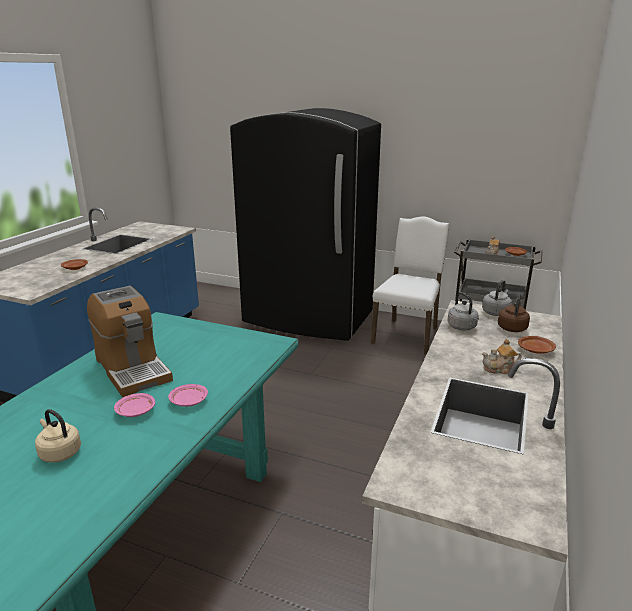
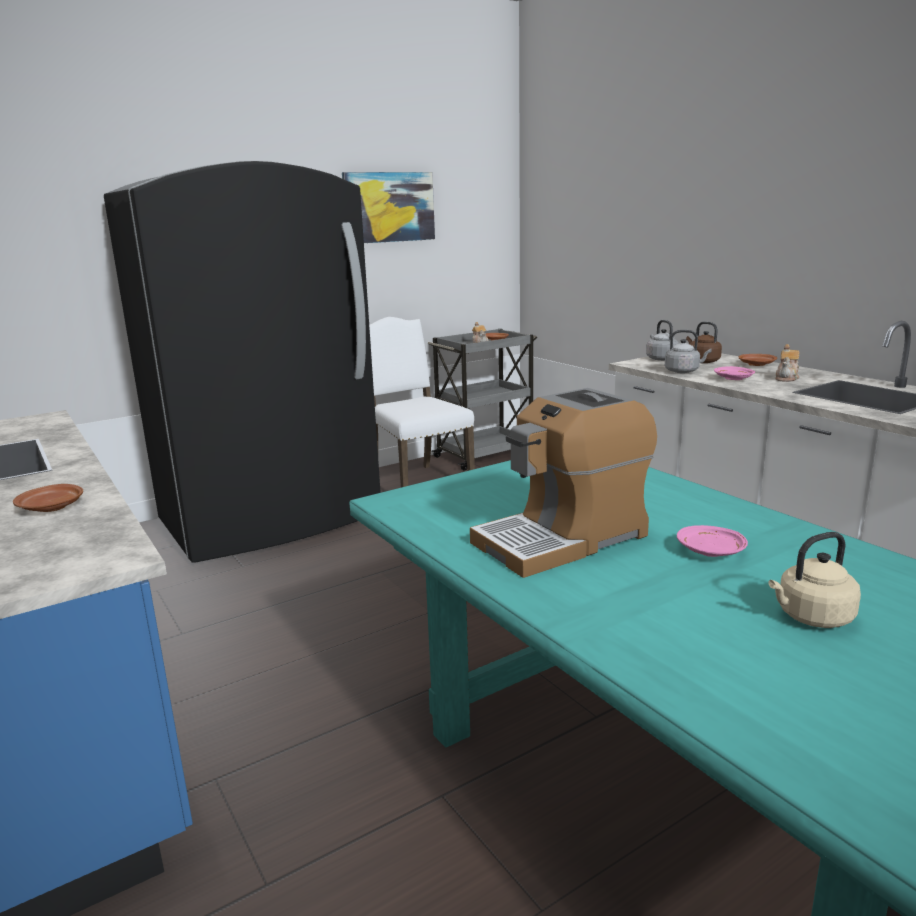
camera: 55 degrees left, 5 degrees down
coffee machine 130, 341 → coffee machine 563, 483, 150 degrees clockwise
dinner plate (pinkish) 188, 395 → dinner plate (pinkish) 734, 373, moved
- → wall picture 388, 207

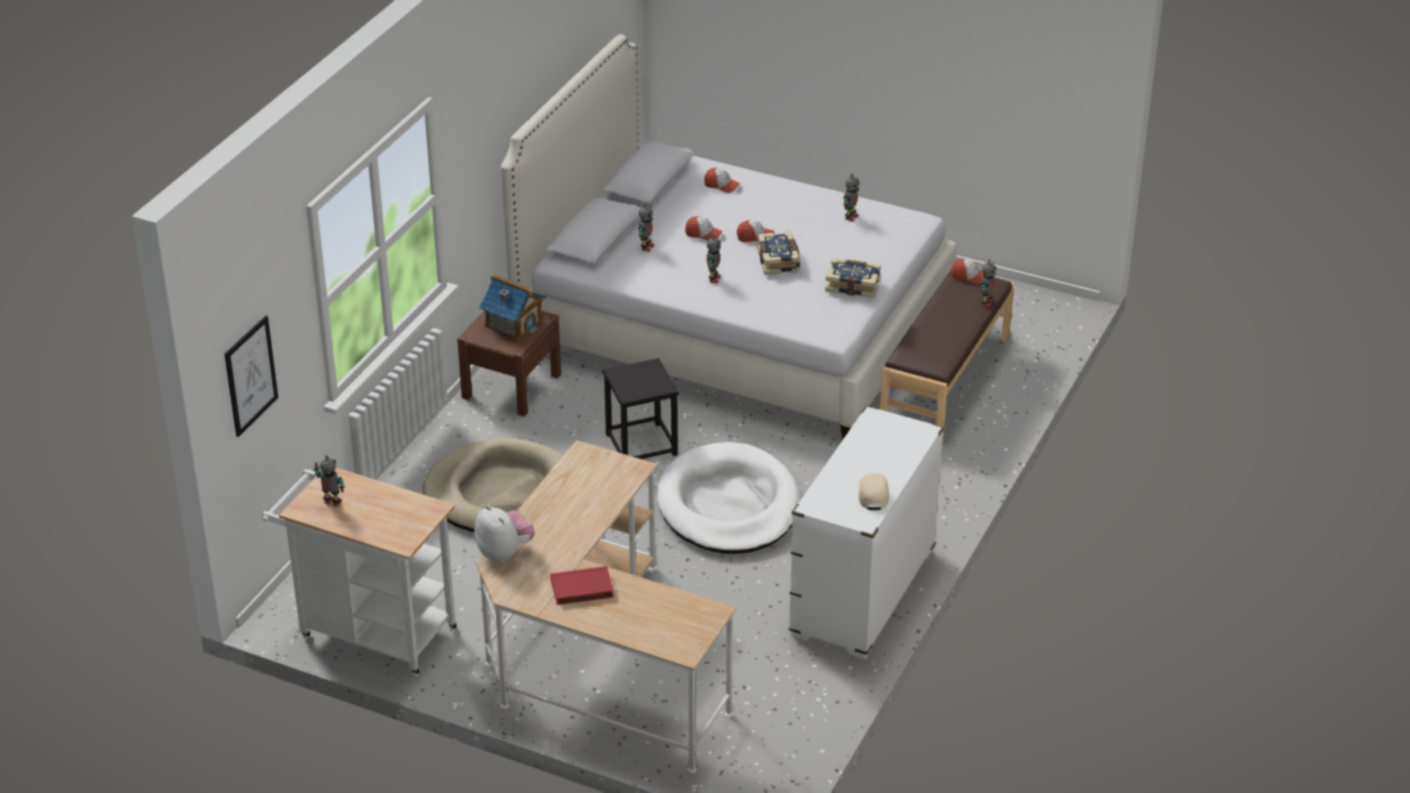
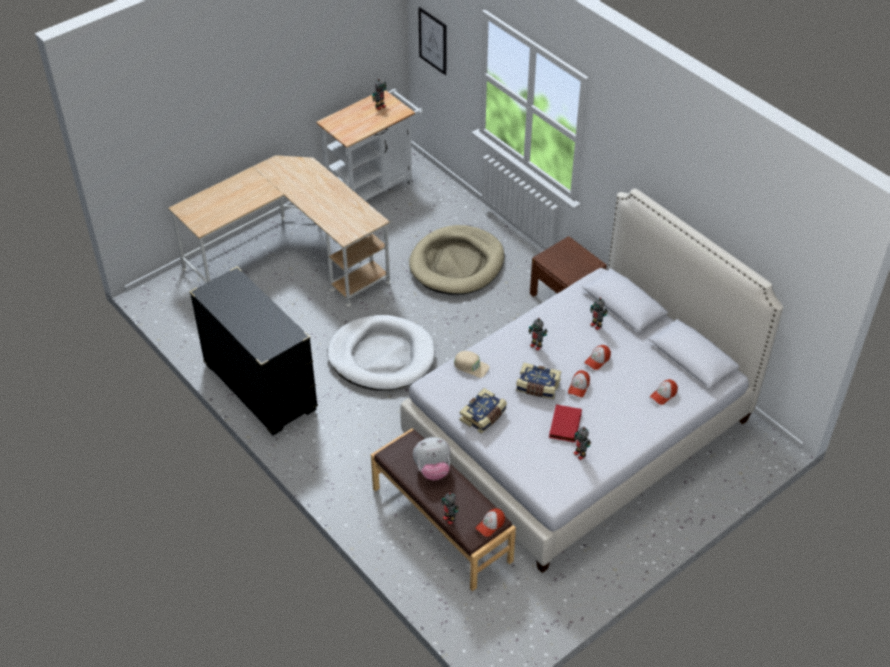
camera: 115 degrees right, 10 degrees up
miniature house 512, 307 → -
stool seat (black-coloured) 641, 408 → -
dresser (whitish) 866, 532 → dresser (black-coloured) 253, 351
baseball cap (sand-coloured) 874, 491 → baseball cap (sand-coloured) 472, 364, moved
plush toy 504, 534 → plush toy 432, 459, moved
book (red) 582, 585 → book (red) 565, 423, moved

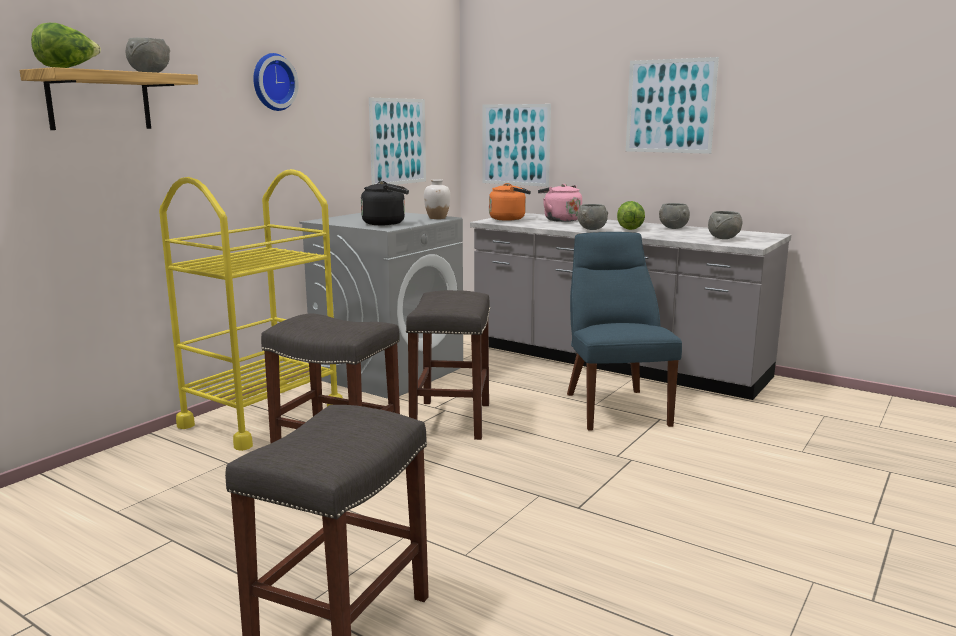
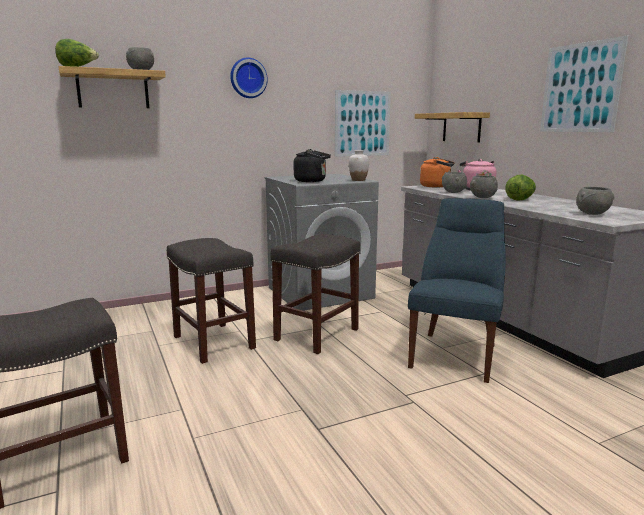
camera: 30 degrees right, 0 degrees up
wall picture 516, 145 → bracket shelf 452, 127
wheeled cart (yellowish) 251, 310 → -
deep dish (gray) 674, 216 → deep dish (gray) 454, 182, moved

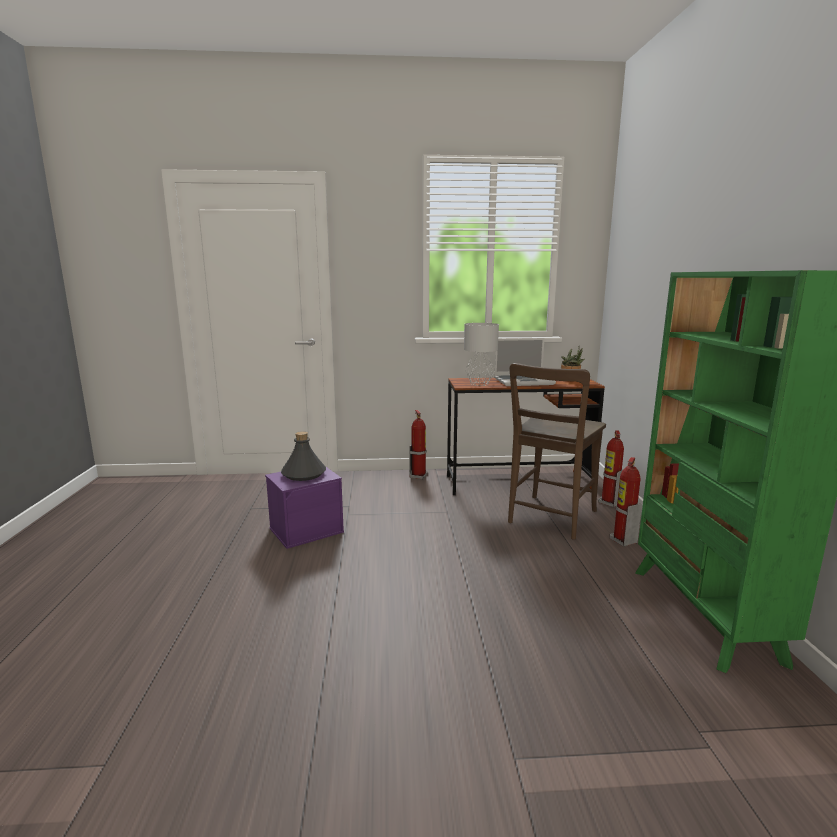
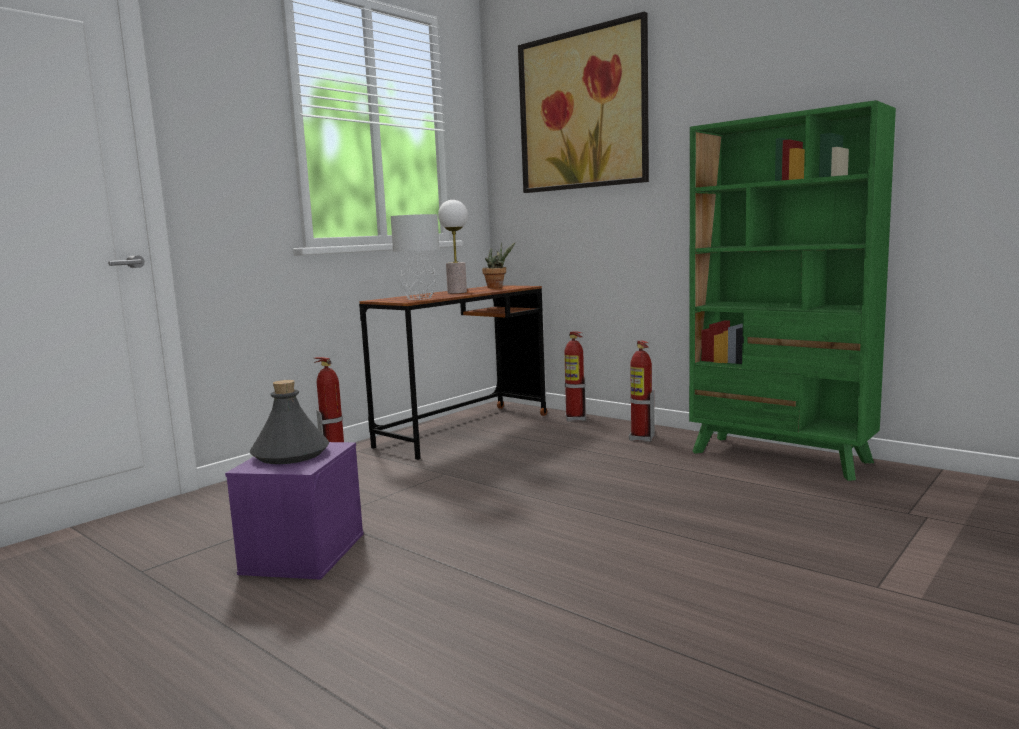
camera: 45 degrees left, 5 degrees down
portable computer 525, 362 → lamp for a table 453, 247
upright chair (brown) 557, 451 → -
- → wall picture 583, 102

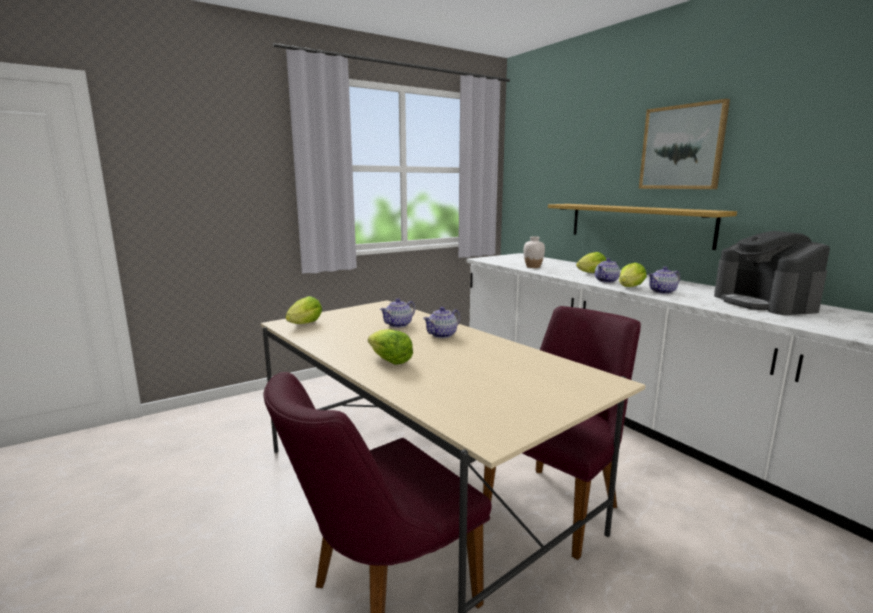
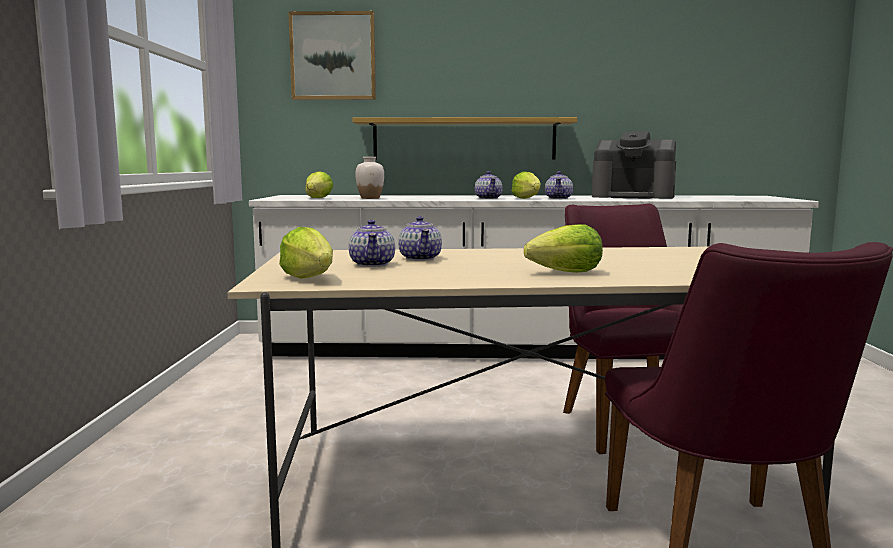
camera: 55 degrees left, 5 degrees down
wall picture 684, 144 → wall picture 332, 55, moved
lettuce 591, 262 → lettuce 319, 184, moved
pot for tea 441, 322 → pot for tea 372, 243, moved

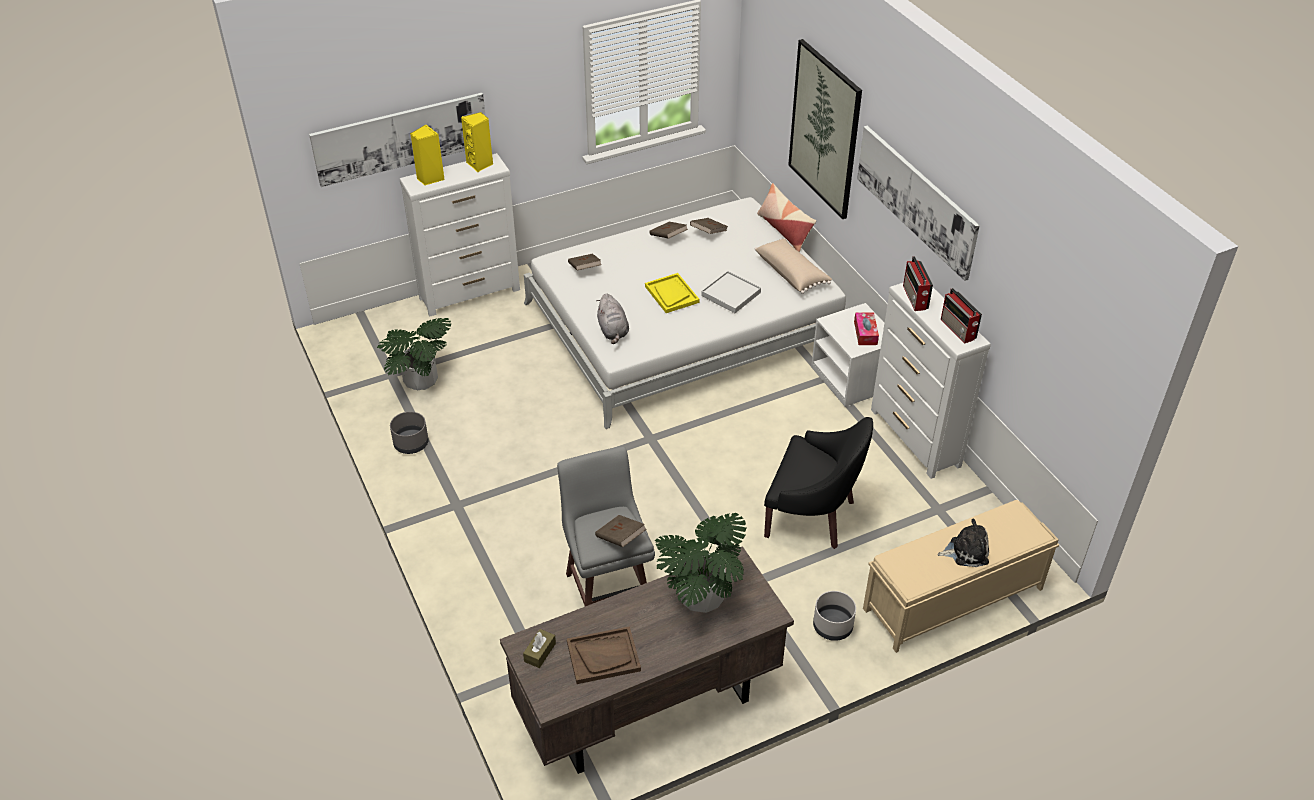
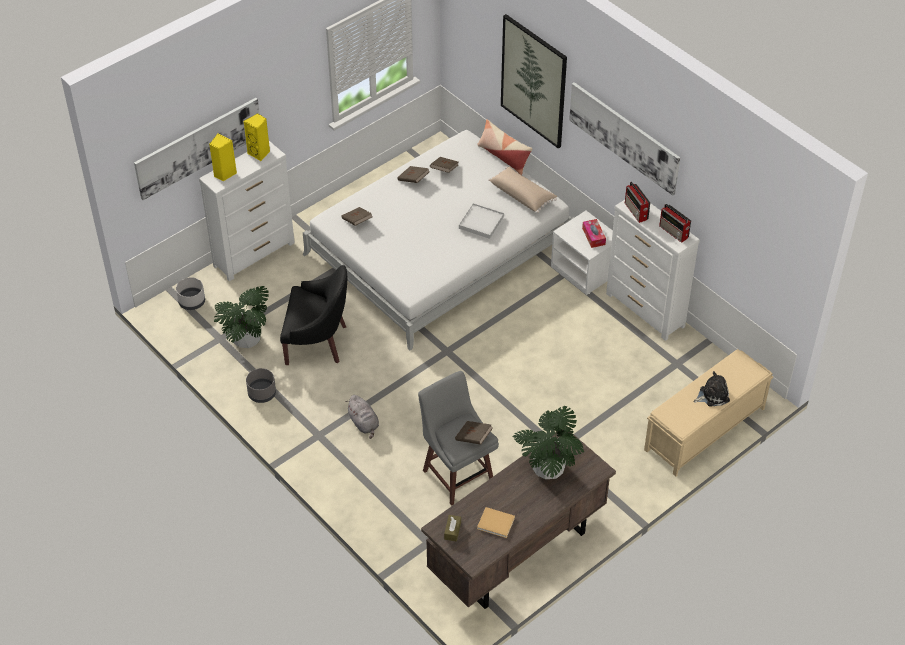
camera: 15 degrees left, 5 degrees up
tray (yellowish) 672, 293 → -
plush toy (gray) 612, 318 → plush toy (gray) 362, 417, moved
armchair (black-coloured) 818, 483 → armchair (black-coloured) 313, 315, moved
plant pot (gray) 834, 616 → plant pot (gray) 190, 293, moved
tray (brown) 604, 655 → book (sand-coloured) 496, 522

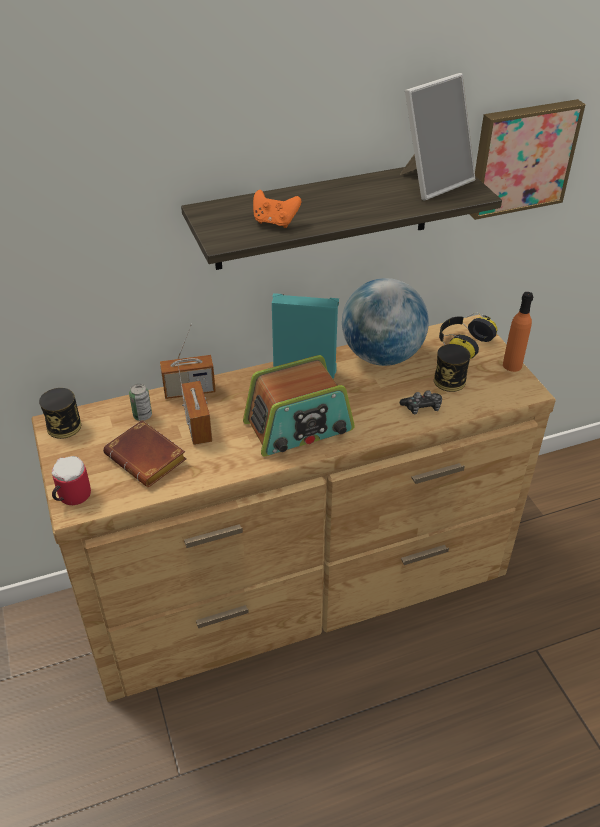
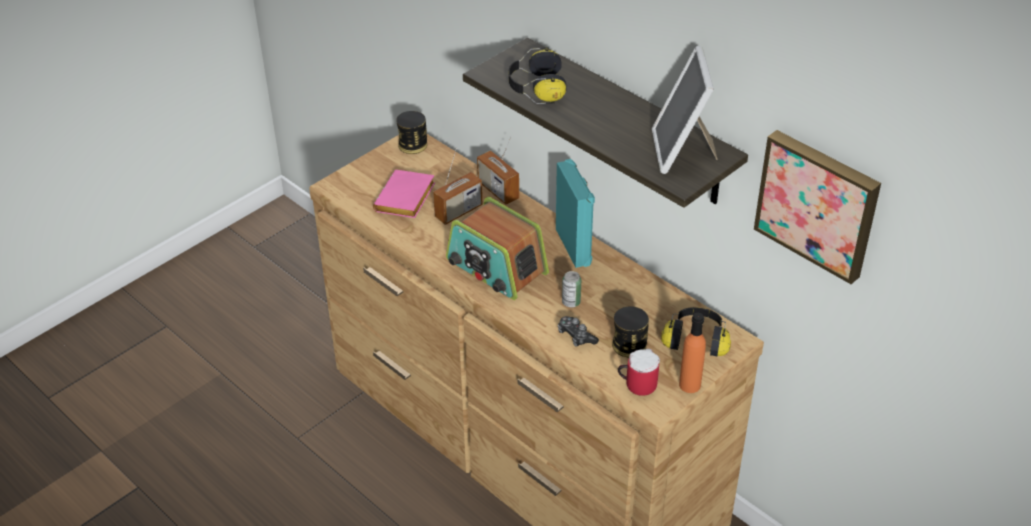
camera: 65 degrees right, 0 degrees up
picture frame 437, 137 → picture frame 685, 110, 60 degrees clockwise
game controller (orangey) 277, 209 → headset 538, 75
world globe 385, 322 → -
can 140, 402 → can 571, 289, moved
book (brown) 145, 453 → book (pinkish) 404, 194
tea mug 71, 480 → tea mug 639, 372, moved

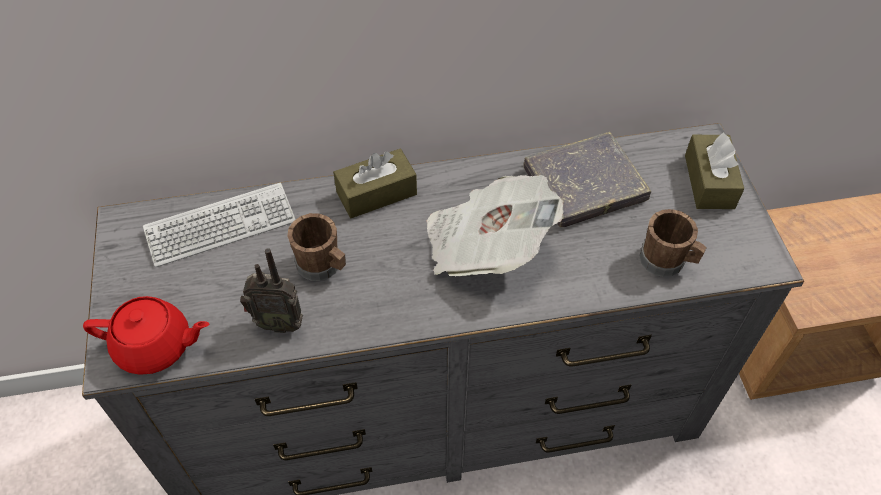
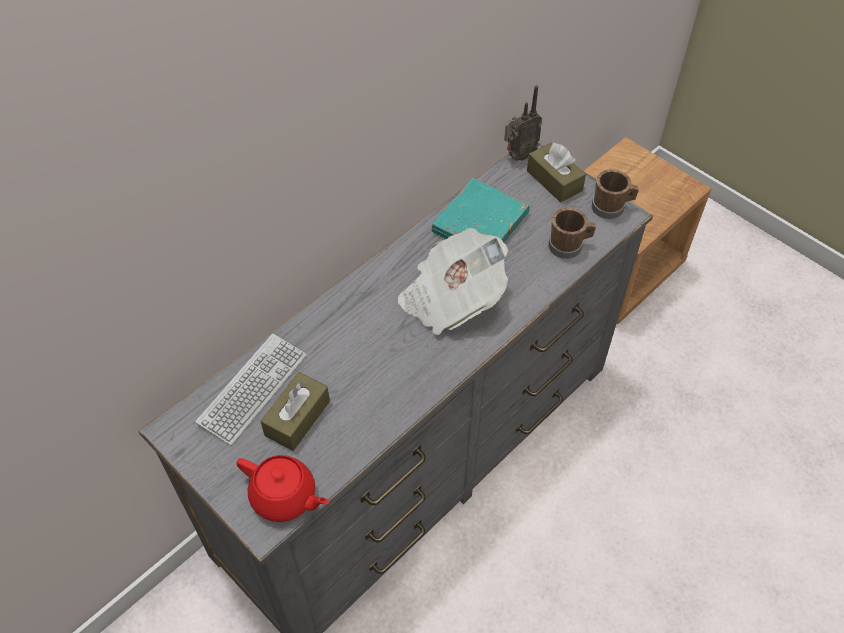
camera: 35 degrees left, 0 degrees up
book (gray) 587, 179 → book (turquoise) 481, 210
tissue holder (brown) 375, 183 → tissue holder (brown) 295, 411, moved
tea mug (brown) 316, 247 → tea mug (brown) 615, 194, moved
radio receiver 271, 290 → radio receiver 523, 123, moved
pot for tea (red) 146, 335 → pot for tea (red) 282, 488, 60 degrees clockwise

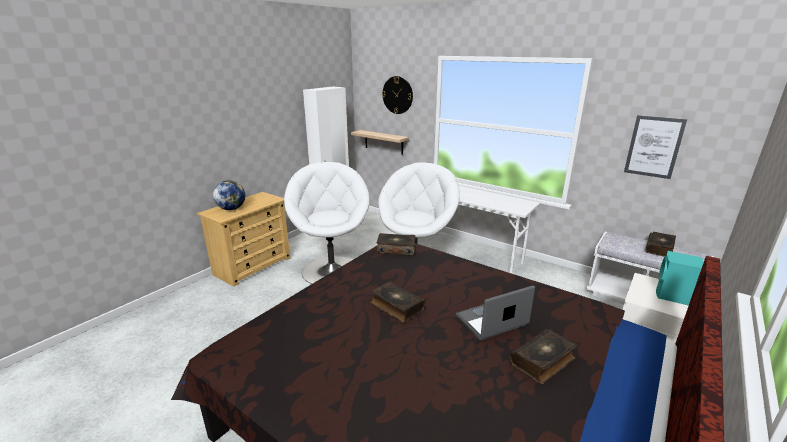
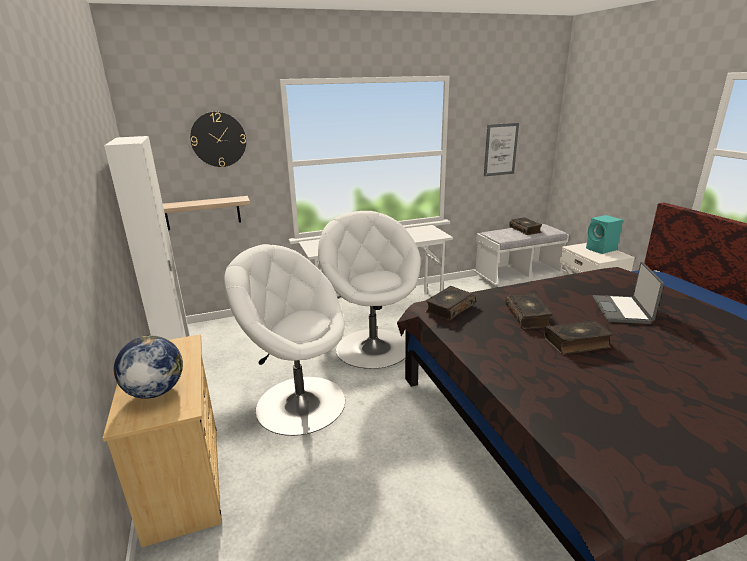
camera: 55 degrees left, 0 degrees up
book 544, 356 → book 529, 311, moved

